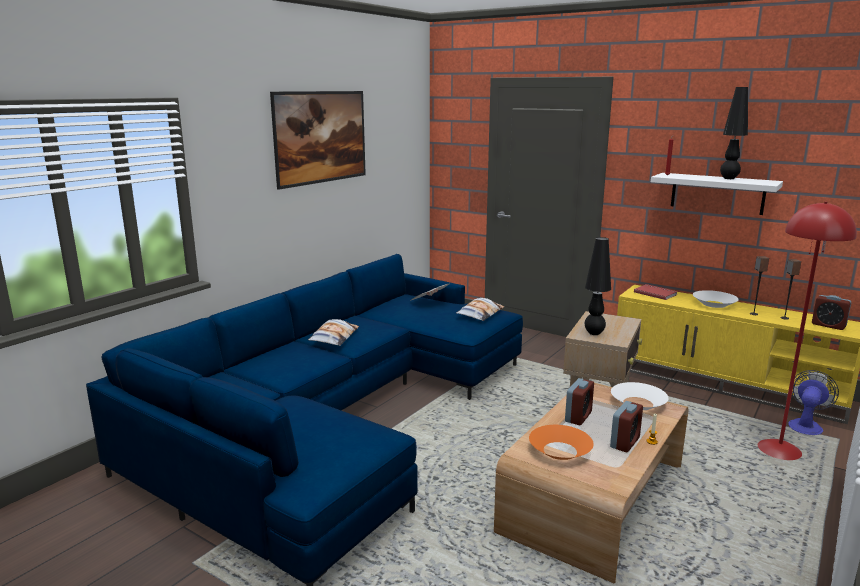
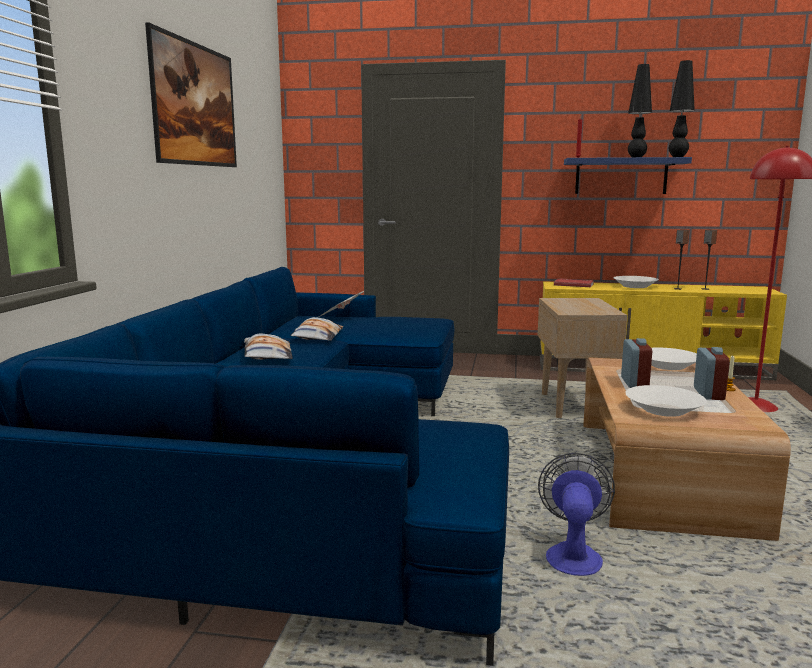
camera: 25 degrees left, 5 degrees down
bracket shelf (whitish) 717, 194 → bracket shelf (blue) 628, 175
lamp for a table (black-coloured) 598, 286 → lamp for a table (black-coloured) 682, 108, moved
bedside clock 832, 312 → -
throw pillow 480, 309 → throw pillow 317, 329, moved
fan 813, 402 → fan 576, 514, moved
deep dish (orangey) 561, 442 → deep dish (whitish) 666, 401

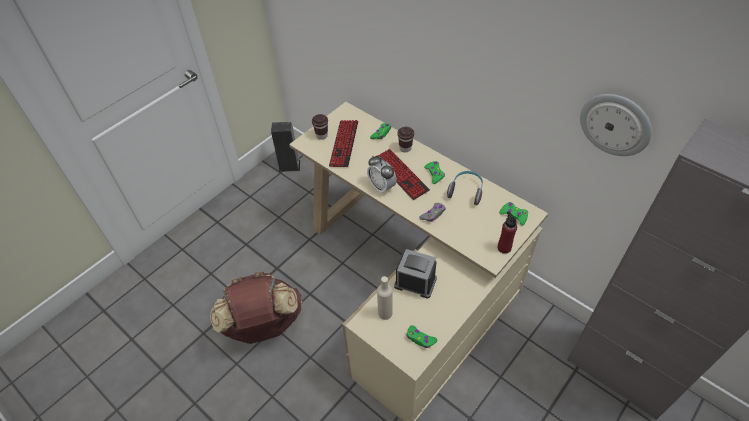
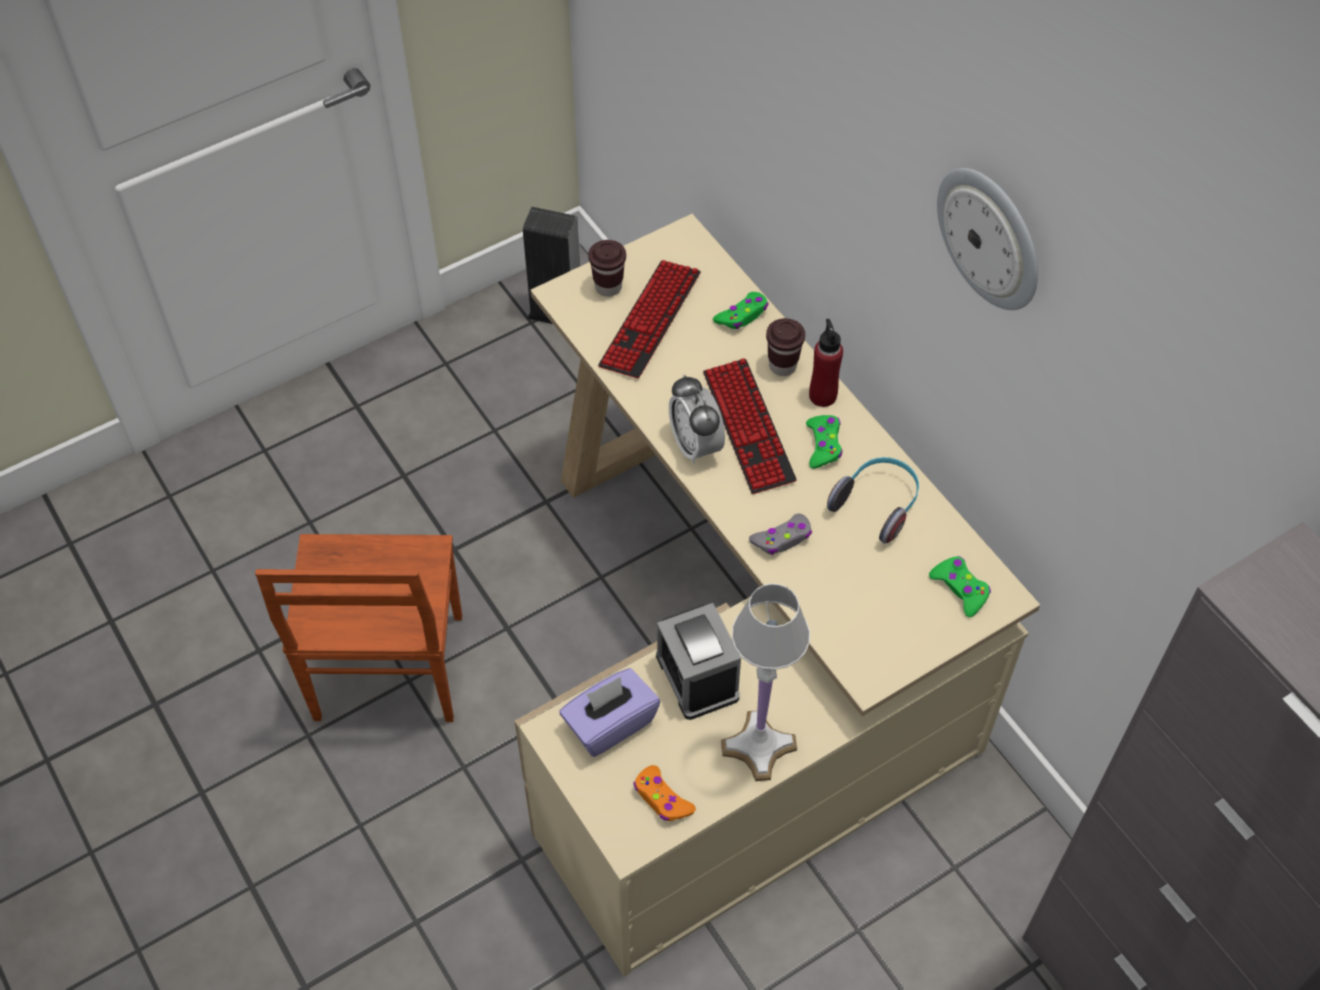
camera: 15 degrees right, 5 degrees up
wall clock 616, 125 → wall clock 987, 239, moved
bottle (red) 507, 232 → bottle (red) 826, 363, moved
bedside clock 415, 274 → bedside clock 698, 661, 150 degrees counterclockwise
backpack (brown) 256, 308 → upright chair (brown) 358, 628
bottle (sand-coloured) 385, 298 → tissue holder (purple-coloured) 610, 712
game controller (green) 422, 336 → game controller (orangey) 664, 793
- → lamp for a table (whitish) 765, 682

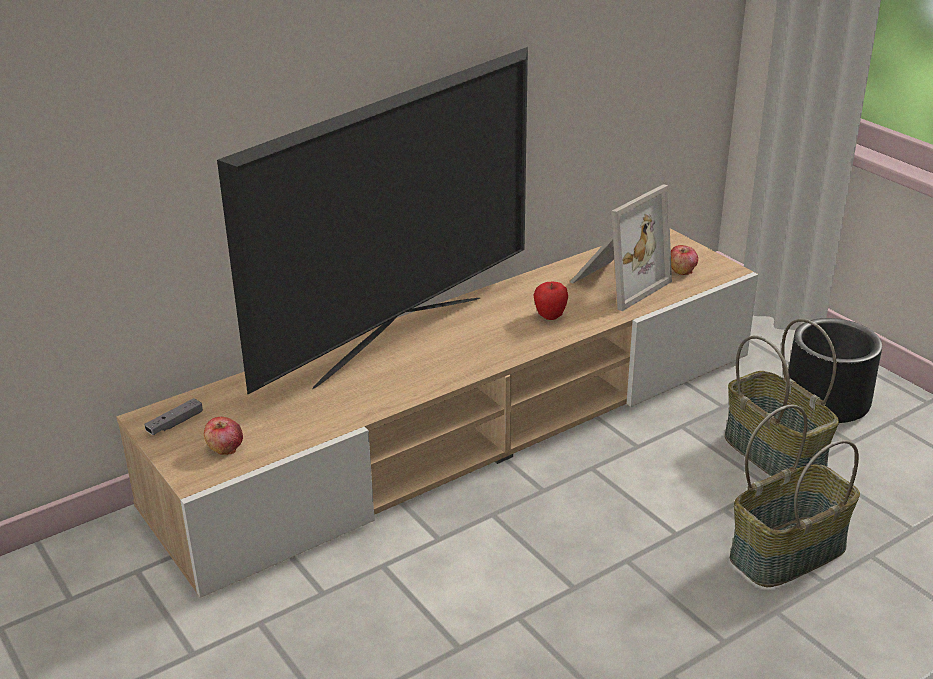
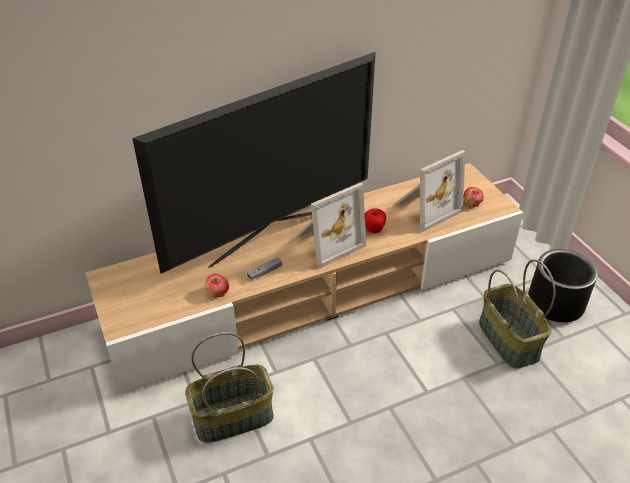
camera: 10 degrees right, 10 degrees up
game controller (gray) 173, 416 → game controller (gray) 264, 268, moved
basket 795, 496 → basket 229, 387, moved
whole apple 223, 436 → whole apple 217, 285, moved
- → picture frame 331, 225

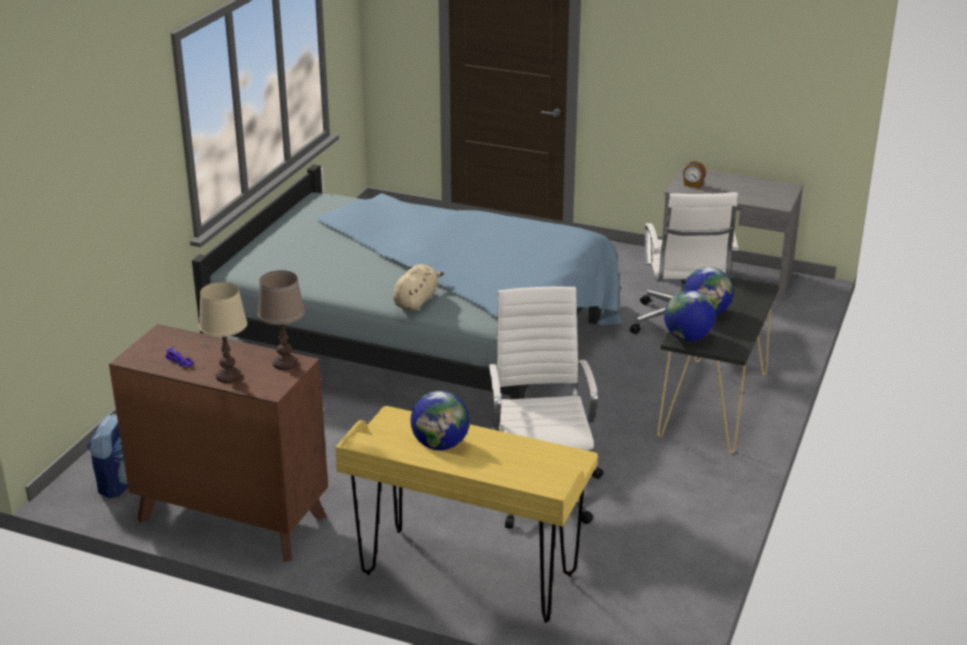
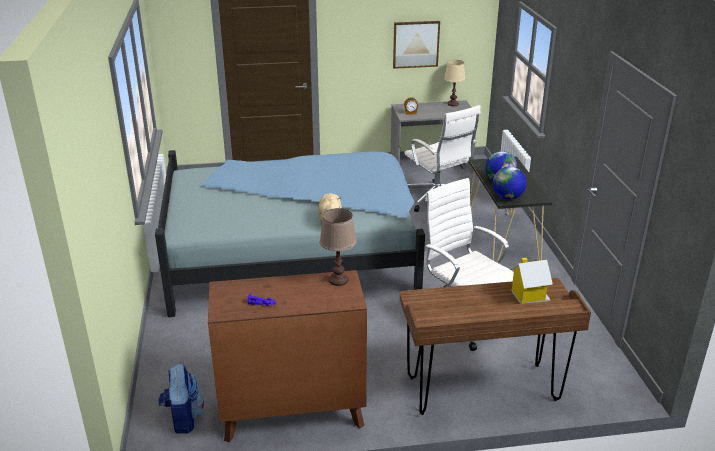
camera: 30 degrees left, 0 degrees up
lamp for a table (sand-coloured) 223, 332 → lamp for a table (sand-coloured) 454, 83, moved
world globe 440, 420 → -
desk table (yellowish) 467, 514 → desk table (brown) 495, 346
- → wall picture 416, 45
- → miniature house 531, 281

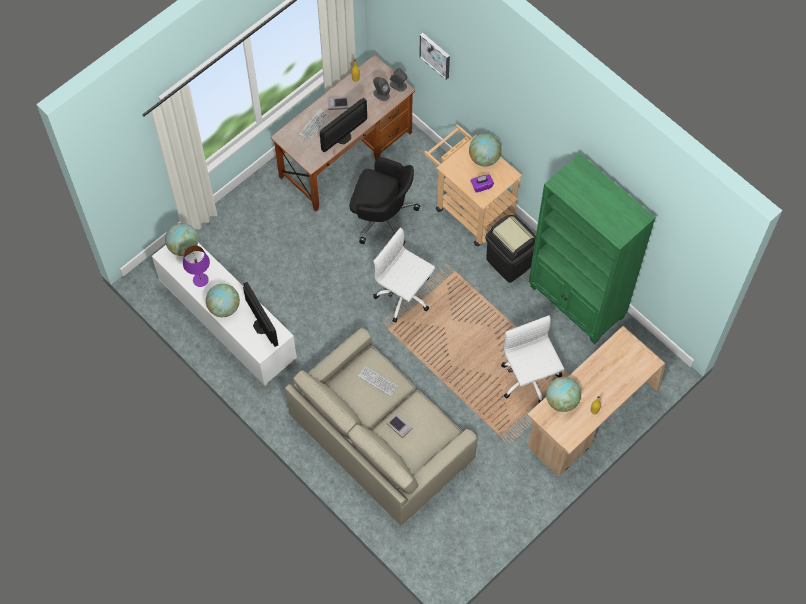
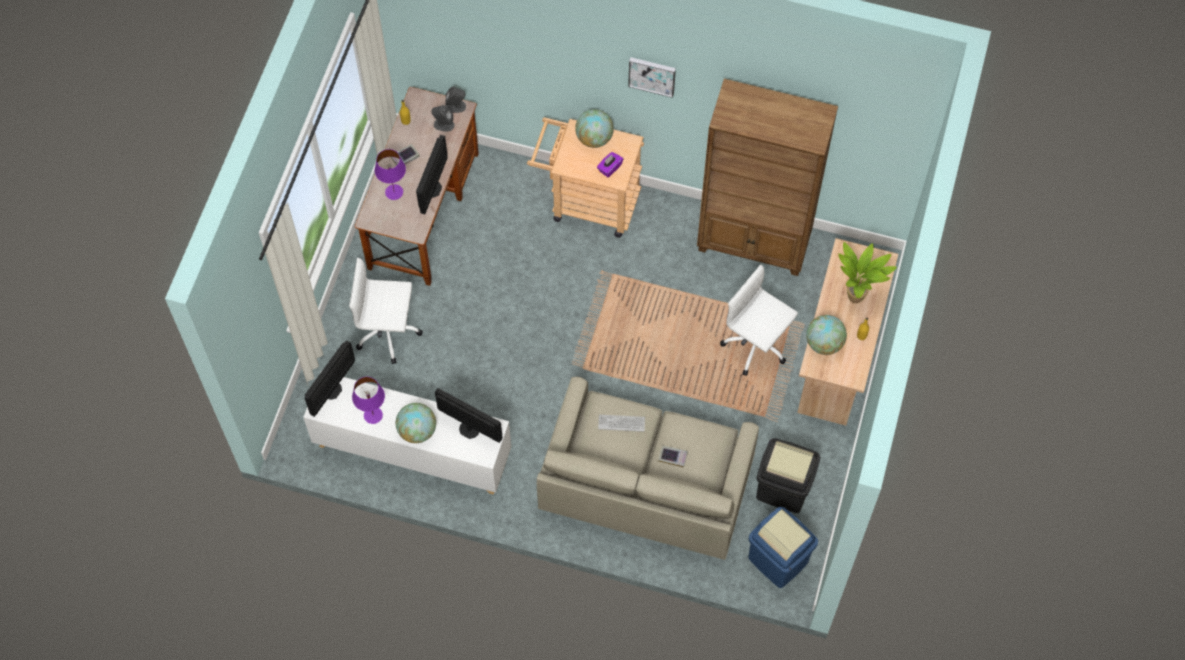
camera: 30 degrees left, 0 degrees up
wall picture 434, 56 → wall picture 652, 77, moved
PC keyboard 314, 125 → lamp for a table (purple-coloured) 390, 174
bookcase (green) 592, 249 → bookcase (brown) 767, 177
office chair (black-coloured) 385, 201 → -
waste bin (black-coloured) 510, 249 → waste bin (black-coloured) 788, 475, moved
world globe 181, 239 → monitor 330, 378
office chair (whitish) 404, 274 → office chair (whitish) 386, 311, moved
- → houseplant 867, 272
- → waste bin (blue) 783, 547

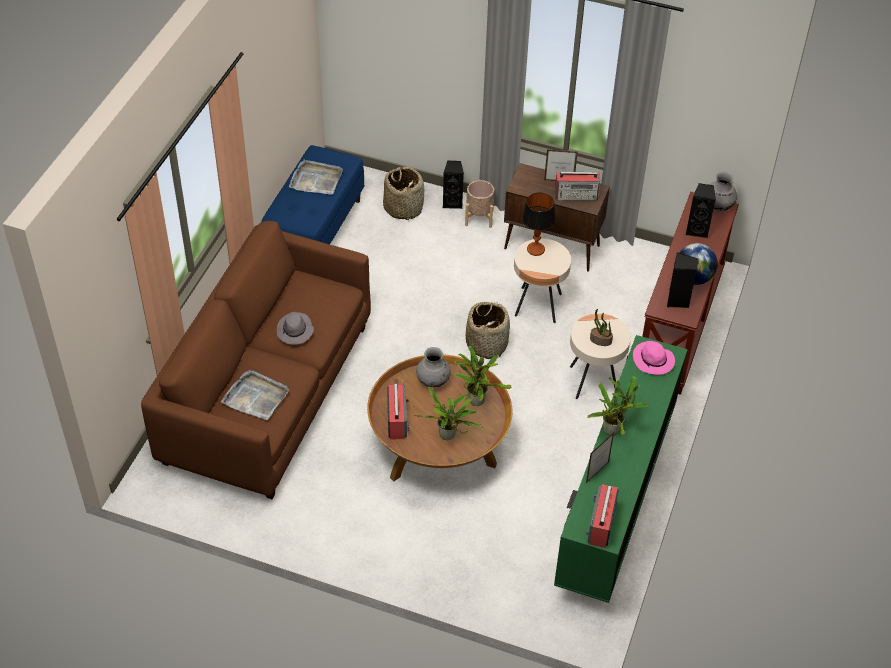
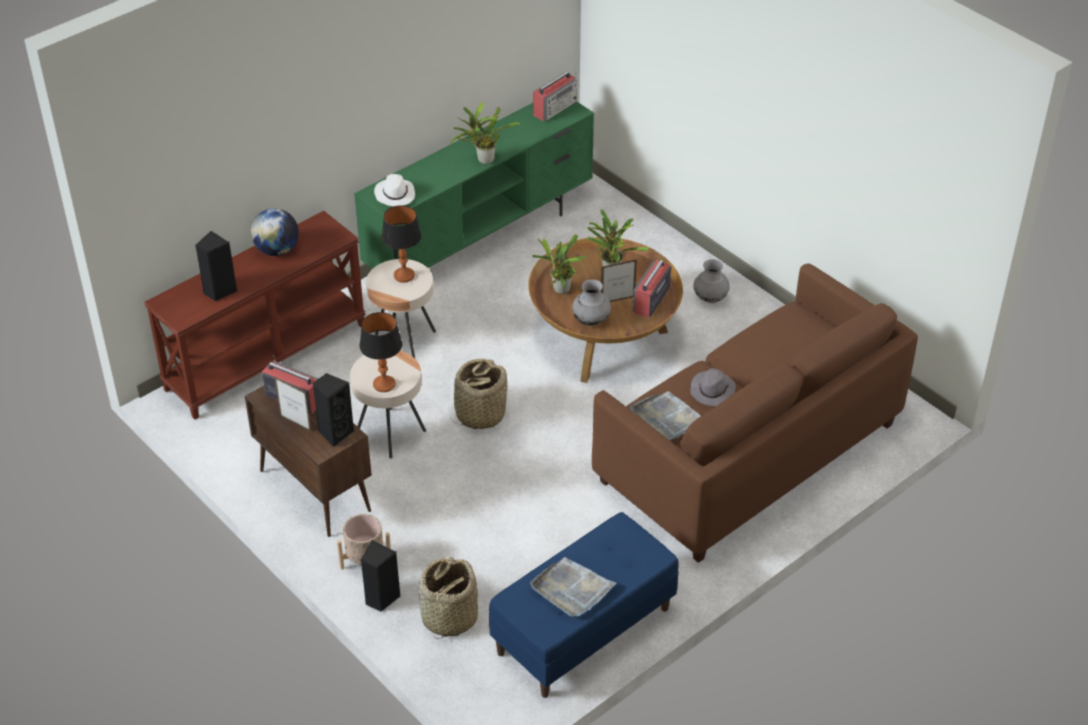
camera: 150 degrees left, 5 degrees down
vase (gray) 723, 191 → vase (gray) 711, 281, moved
audio speaker (black-coloured) 682, 280 → audio speaker (black-coloured) 333, 410, moved
houseplant 601, 327 → lamp for a table 401, 244
hat (pinkish) 654, 358 → hat (whitish) 394, 190
tray (gray) 255, 395 → tray (gray) 665, 415, moved
picture frame 600, 458 → picture frame 619, 280, moved

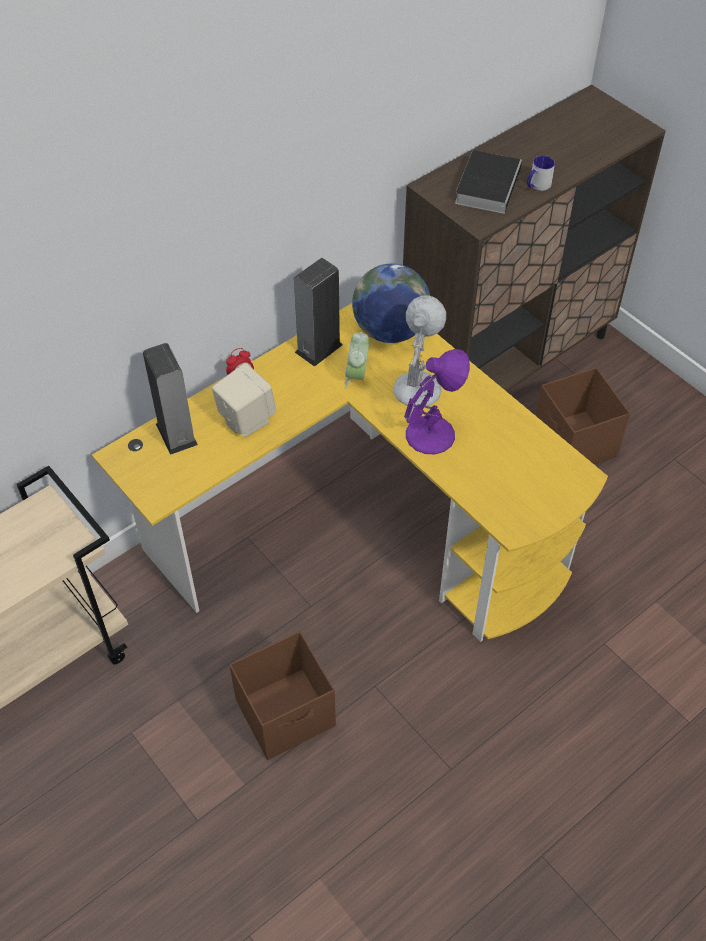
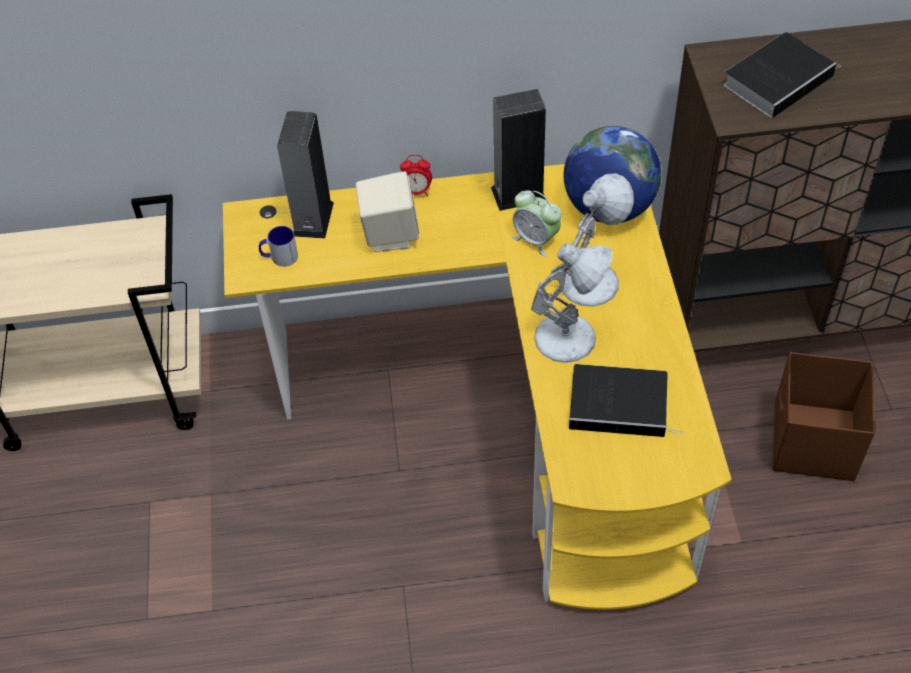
camera: 35 degrees right, 0 degrees up
tea mug 541, 173 → tea mug 278, 246, moved
bedside clock 357, 360 → bedside clock 537, 223, 90 degrees counterclockwise
lamp for a table (purple-coloured) 437, 401 → lamp for a table (whitish) 572, 303
storage box (brown) 282, 695 → -
- → book 626, 400

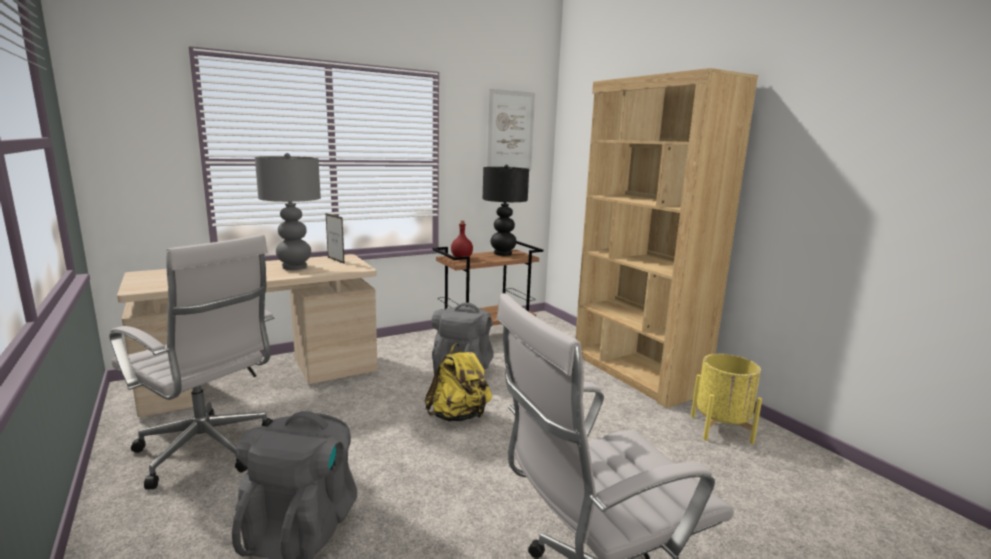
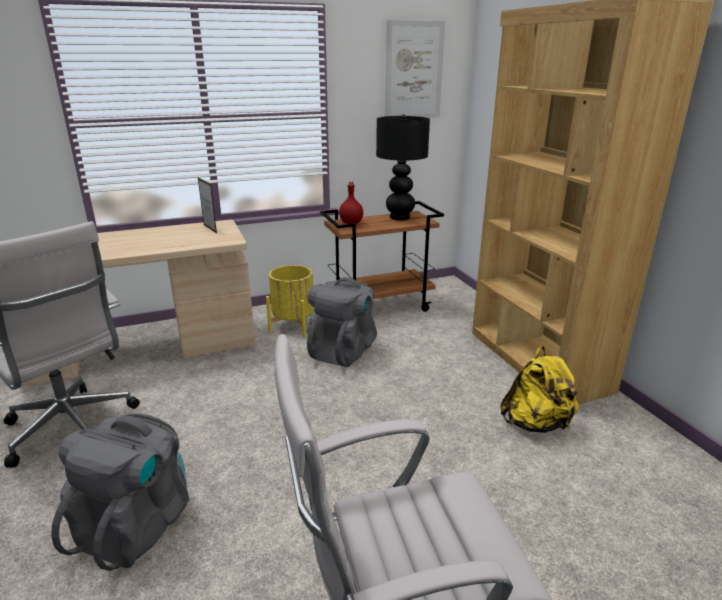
camera: 10 degrees right, 10 degrees up
lamp for a table (gray) 288, 211 → -
backpack (yellowish) 458, 382 → backpack (yellowish) 539, 389, moved
plant pot (yellowish) 726, 399 → plant pot (yellowish) 290, 301, moved

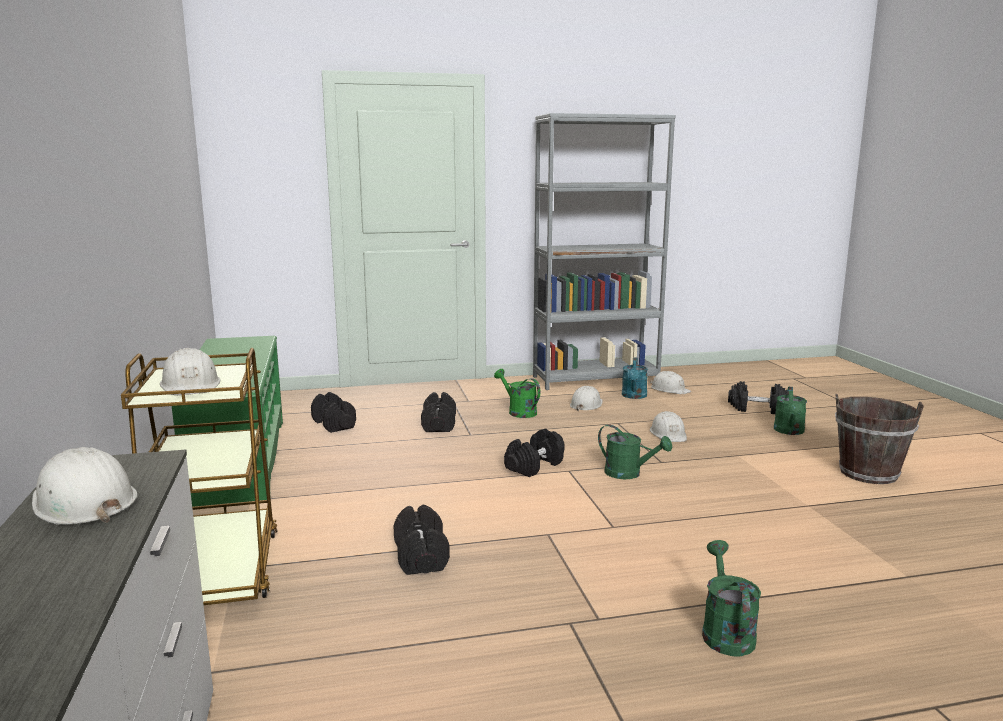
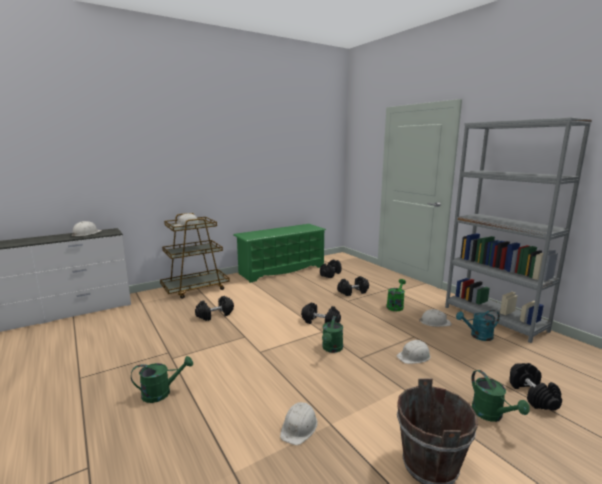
camera: 70 degrees right, 0 degrees up
safety helmet (whitish) 670, 382 → safety helmet (whitish) 299, 423, moved
watering can (green) 790, 411 → watering can (green) 500, 396, 105 degrees counterclockwise

